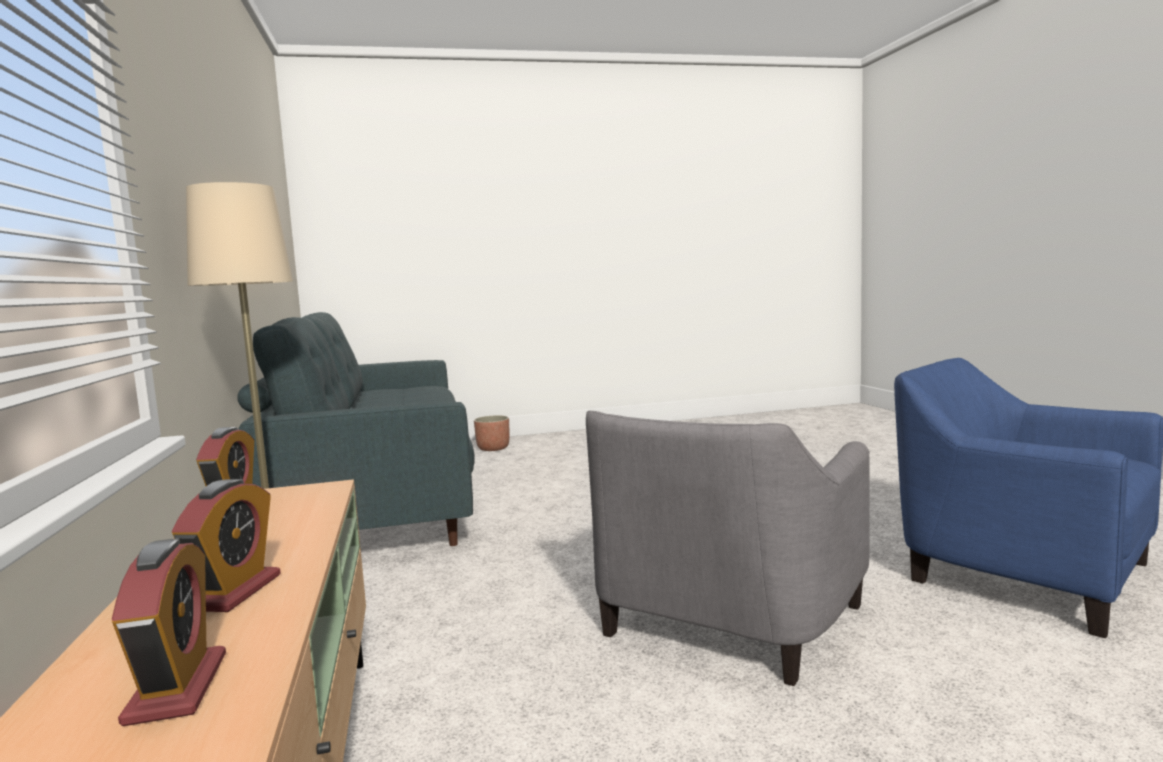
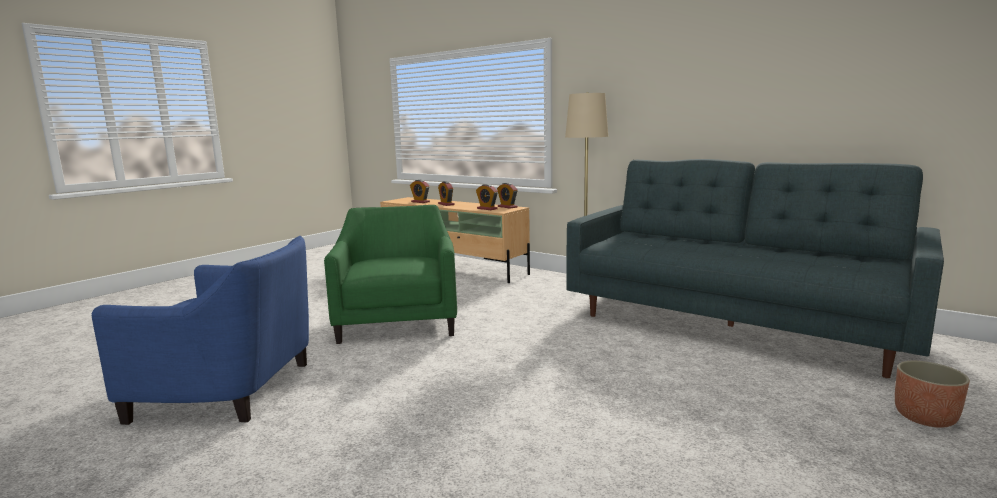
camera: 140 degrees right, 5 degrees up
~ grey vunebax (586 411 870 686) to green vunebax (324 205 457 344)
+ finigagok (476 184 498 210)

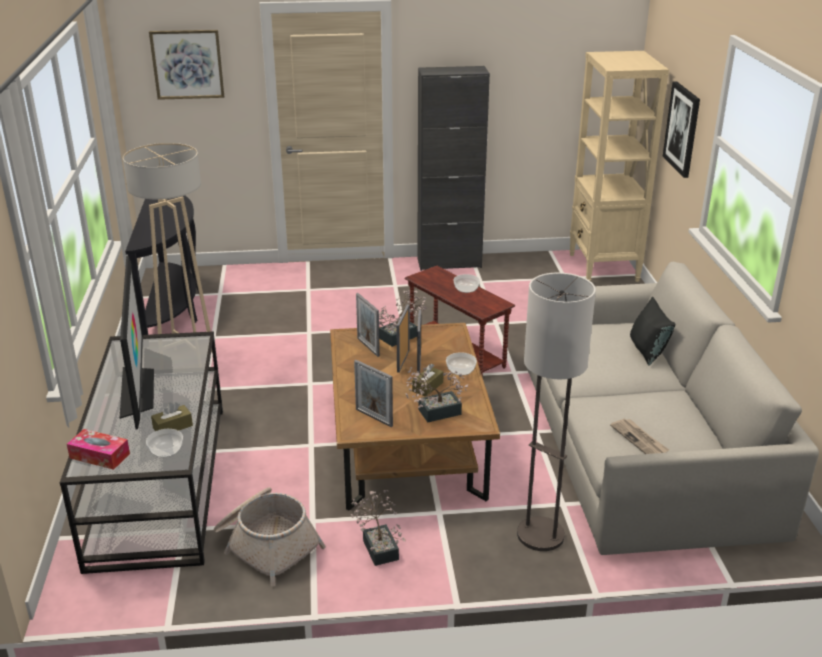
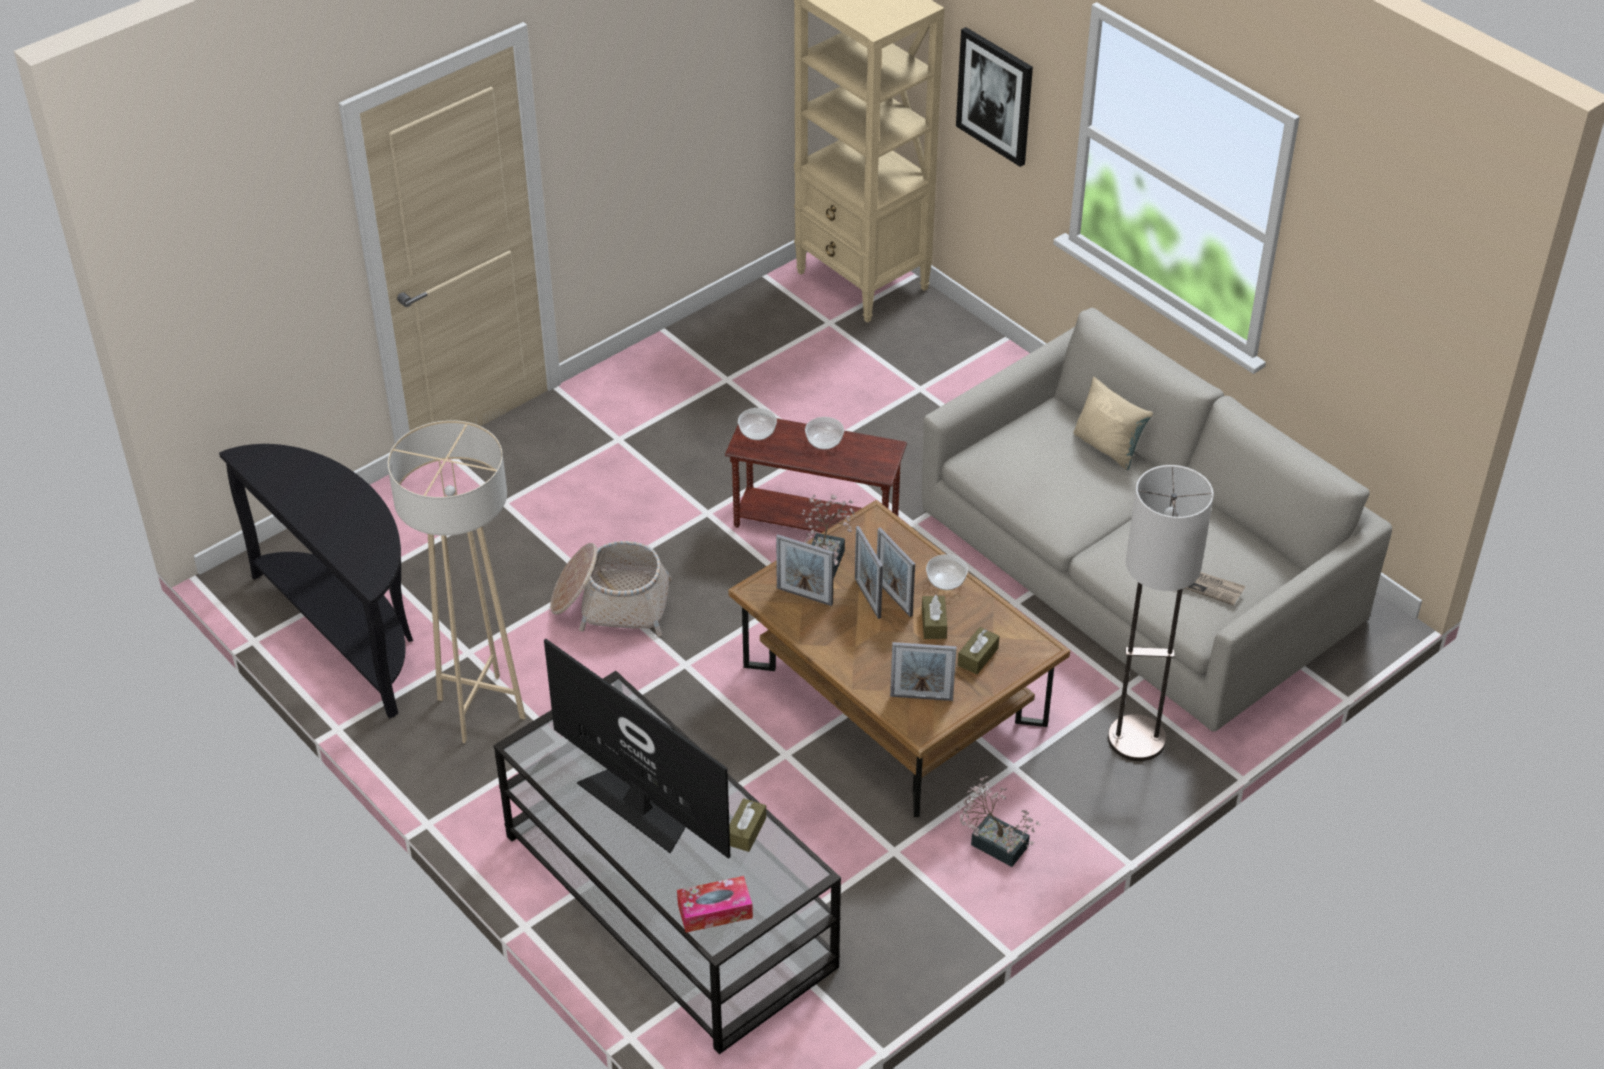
camera: 35 degrees left, 15 degrees up
~ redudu (146 429 183 457) to (738 408 777 440)
- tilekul (149 30 224 100)
~ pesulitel (214 487 326 586) to (550 541 672 636)
~ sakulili (406 367 468 422) to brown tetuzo (958 627 999 674)
- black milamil (417 66 490 271)
~ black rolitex (630 296 675 366) to beige rolitex (1073 377 1153 470)

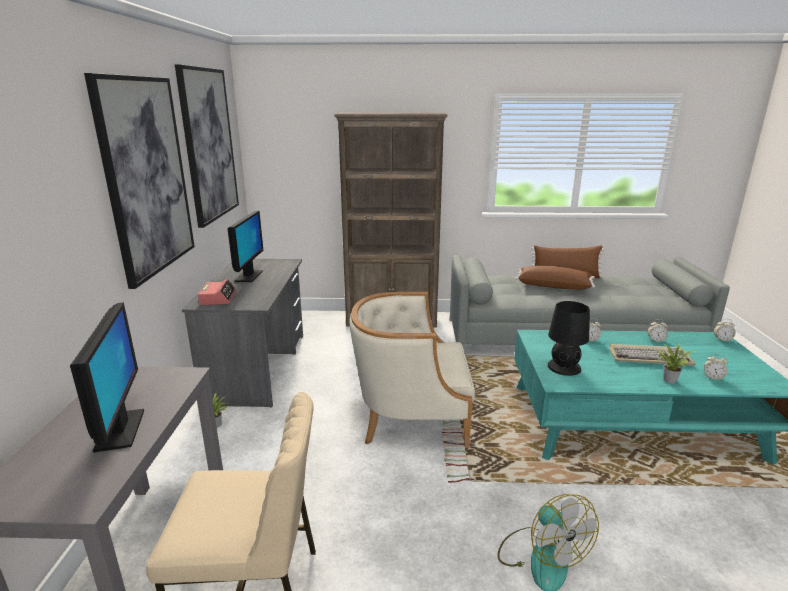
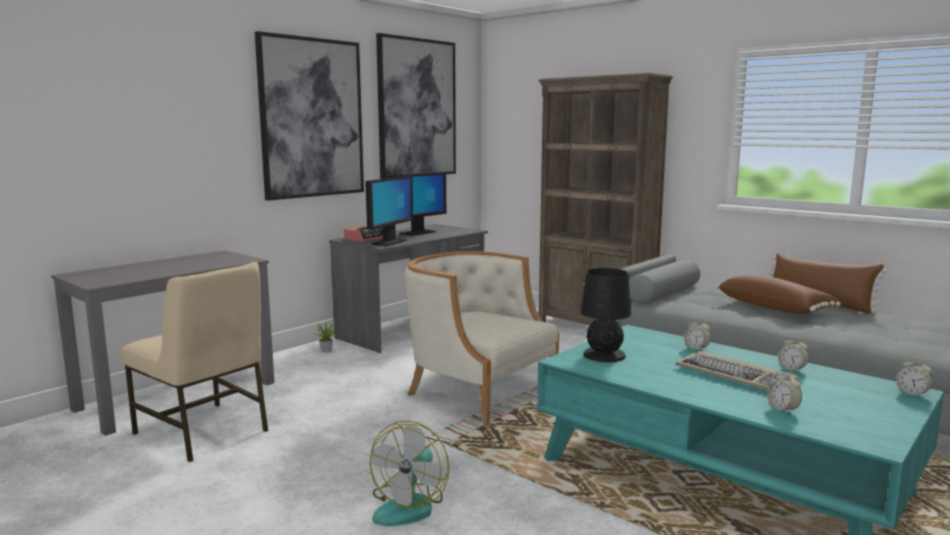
camera: 40 degrees right, 10 degrees down
~ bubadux (70 302 144 453) to (365 176 413 246)
- sakulili (657 343 696 383)

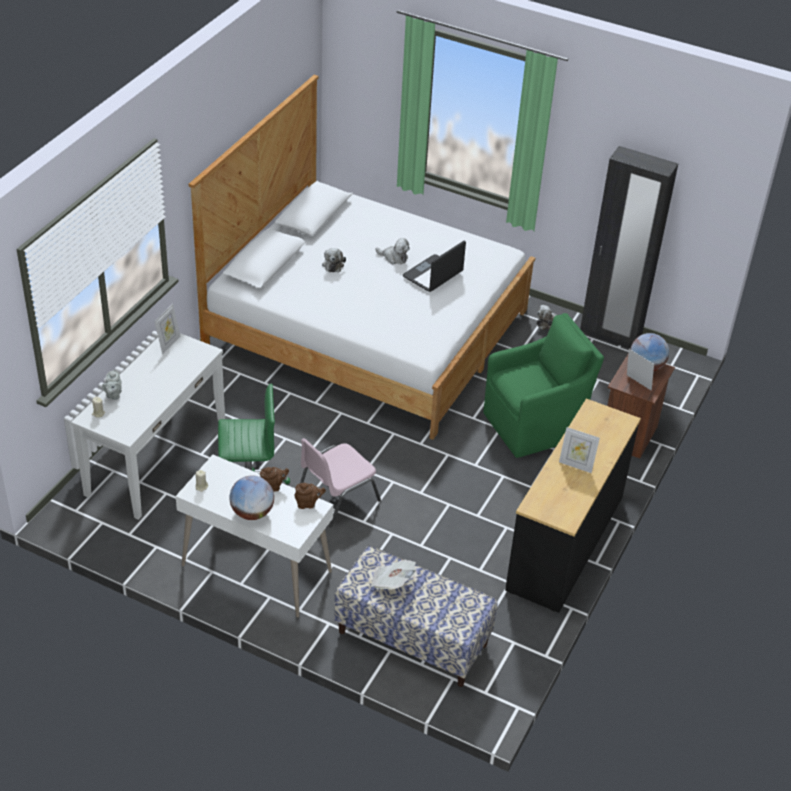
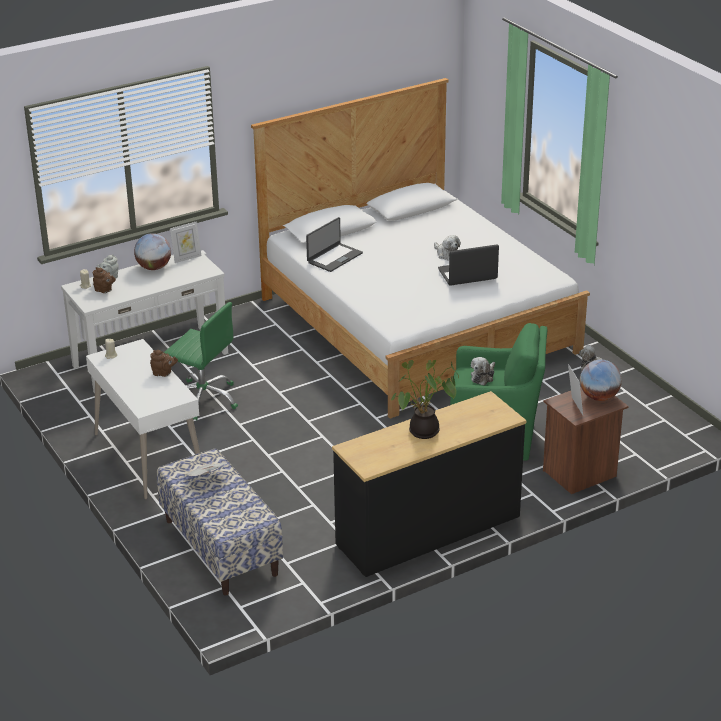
camera: 35 degrees right, 10 degrees down
~ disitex (229 475 274 520) to (134 233 171 270)
~ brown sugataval (294 483 326 509) to (93 267 116 293)
- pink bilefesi (300 438 381 528)
~ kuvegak (322 248 346 272) to (471 357 495 386)
~ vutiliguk (559 427 600 473) to sakulili (391 360 459 439)
- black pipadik (580 146 678 349)
+ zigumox (306 217 363 272)

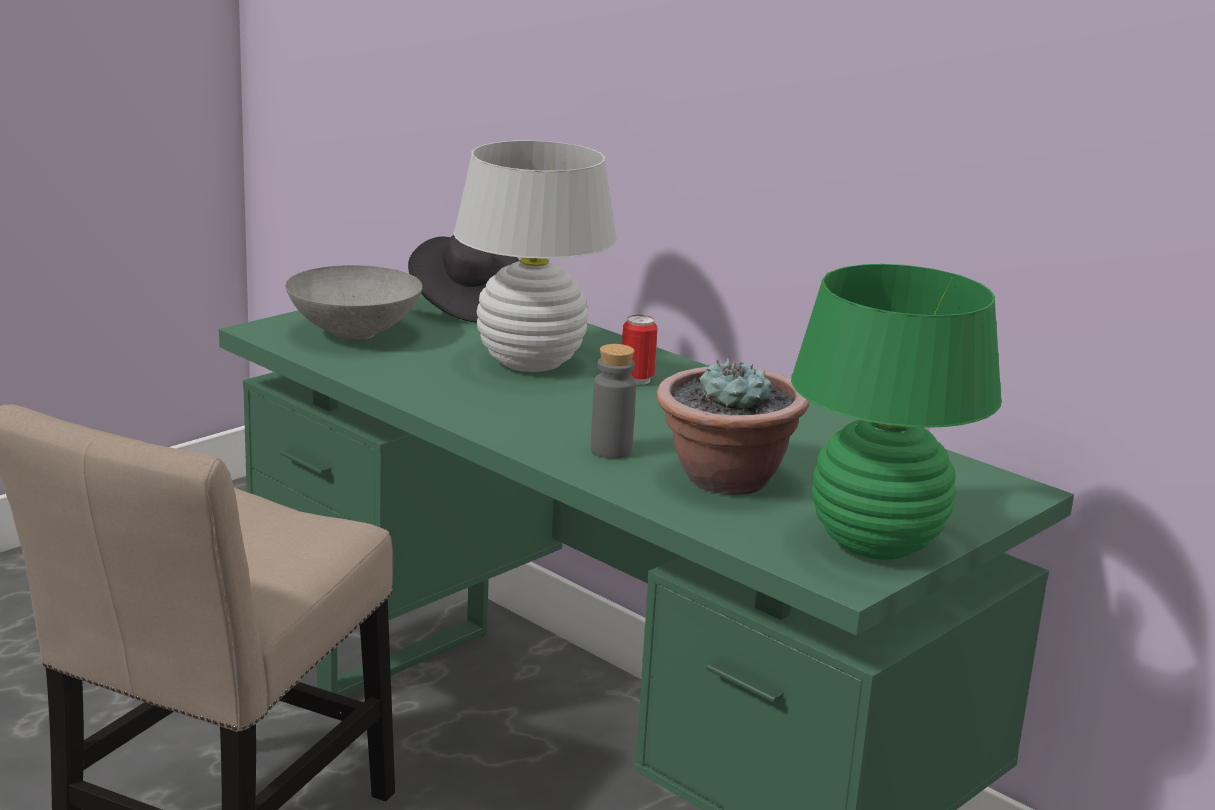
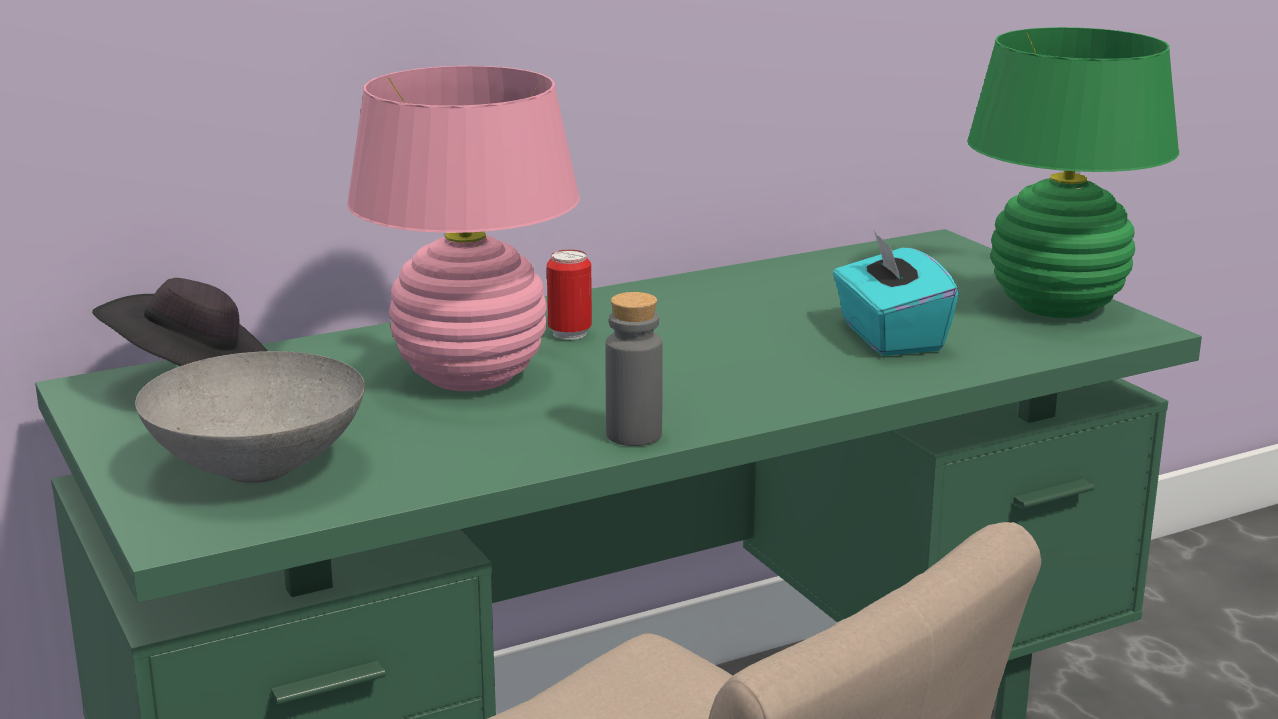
camera: 70 degrees left, 0 degrees up
~ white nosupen (453 141 617 372) to pink nosupen (347 66 580 391)
~ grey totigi (591 344 636 459) to (605 292 663 446)
~ sakulili (656 358 809 495) to turquoise tetuzo (833 231 959 356)

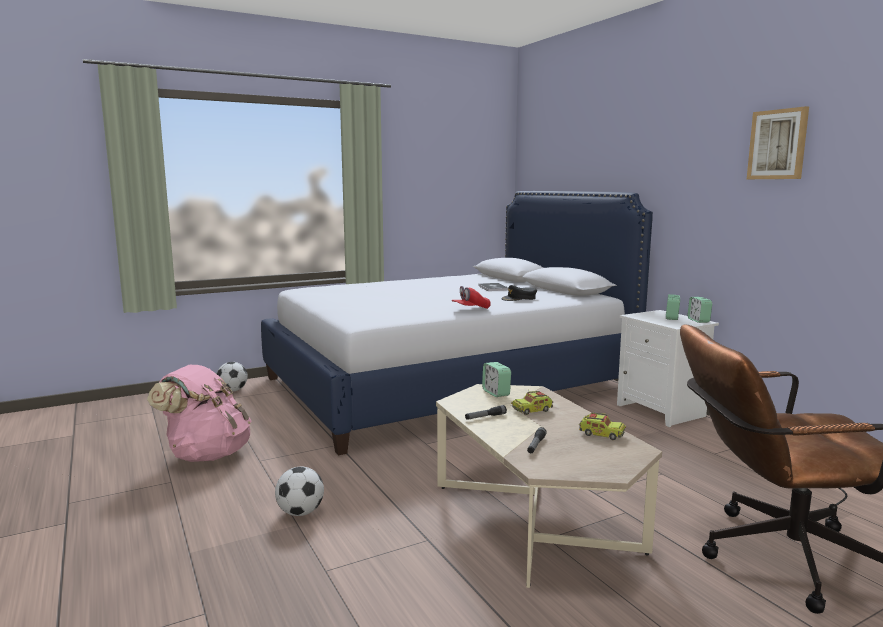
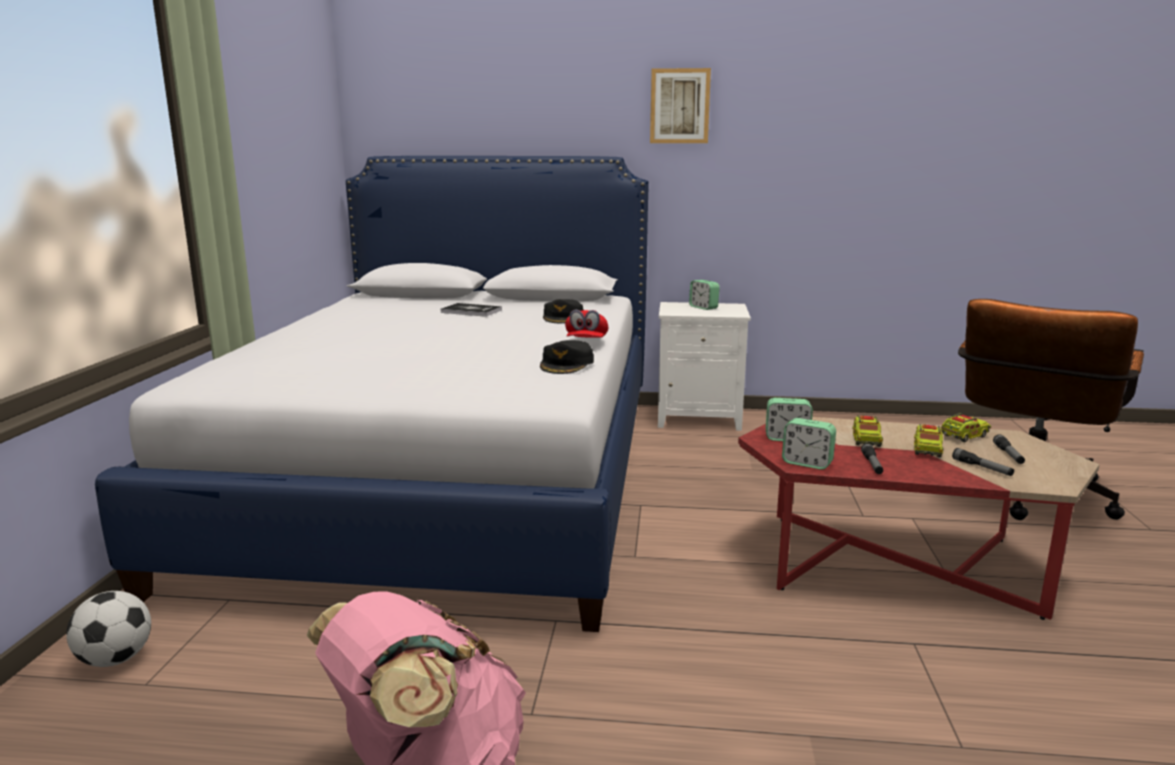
camera: 55 degrees left, 5 degrees up
- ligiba (275 467 324 516)
~ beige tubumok (436 384 662 588) to red tubumok (738 417 1099 620)
~ finigagok (688 297 712 323) to (782 418 836 470)
~ tilekul (747 106 809 179) to (650 68 711 143)
+ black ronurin (540 340 594 374)
+ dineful (914 424 944 457)
+ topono (993 434 1025 464)

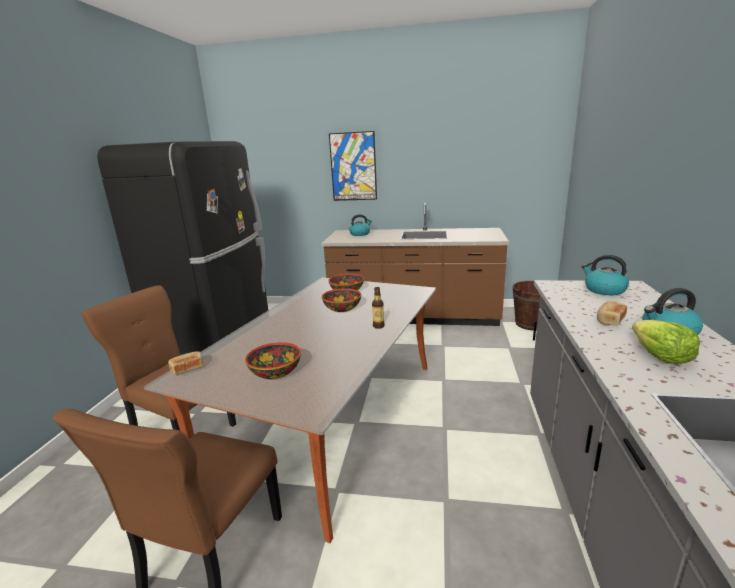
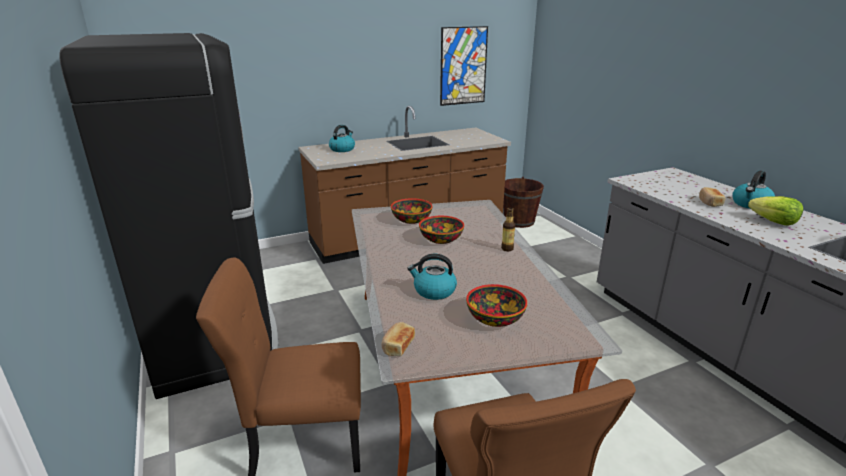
camera: 35 degrees left, 5 degrees up
~ tilekul (329 131 377 201) to (440 26 488 106)
~ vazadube (581 255 629 295) to (407 254 457 300)

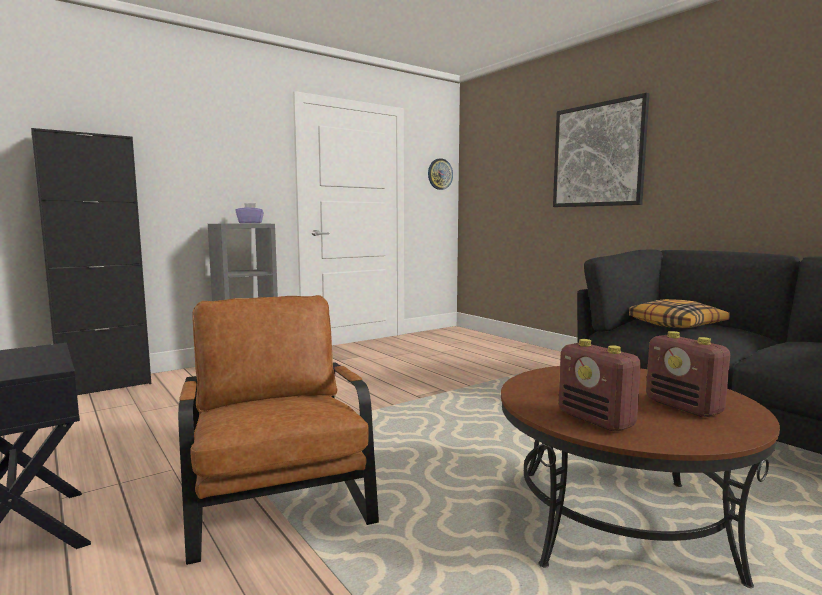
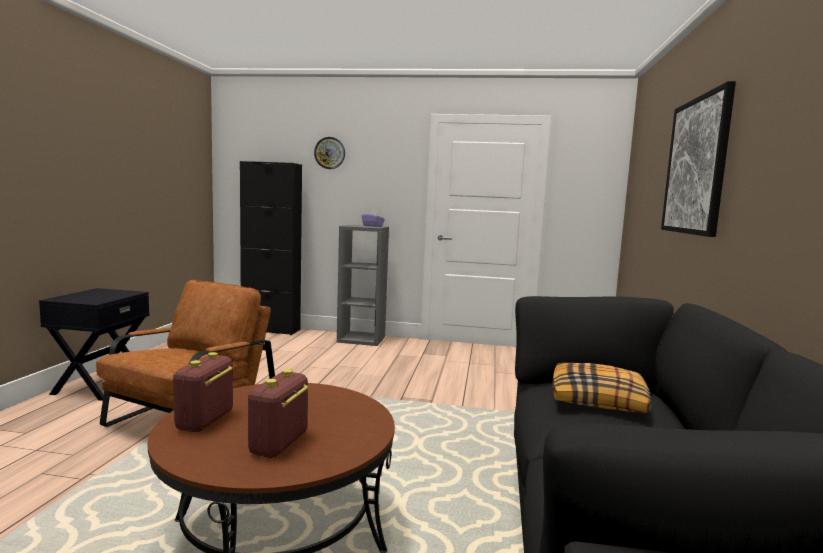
camera: 45 degrees right, 0 degrees up
~ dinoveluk (428 158 453 190) to (314 137 345 169)

